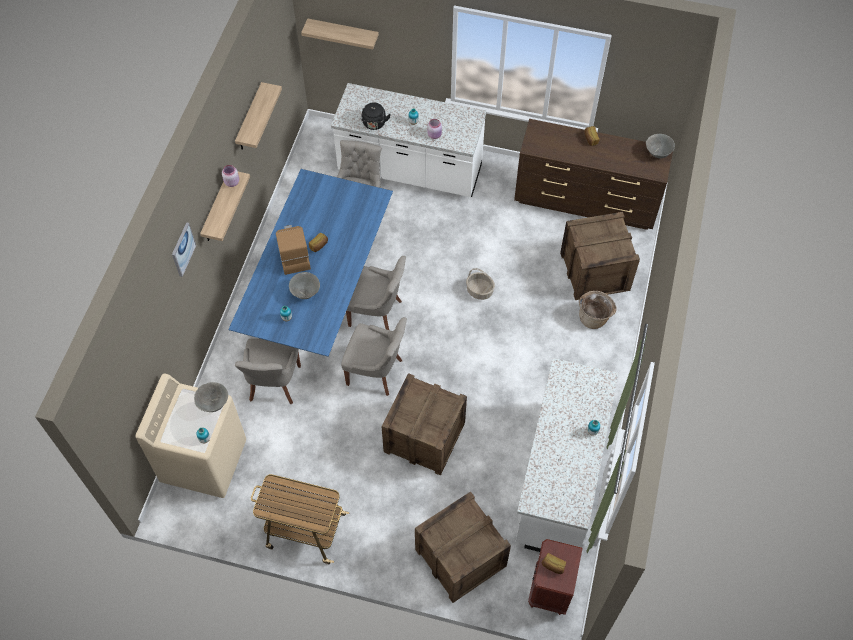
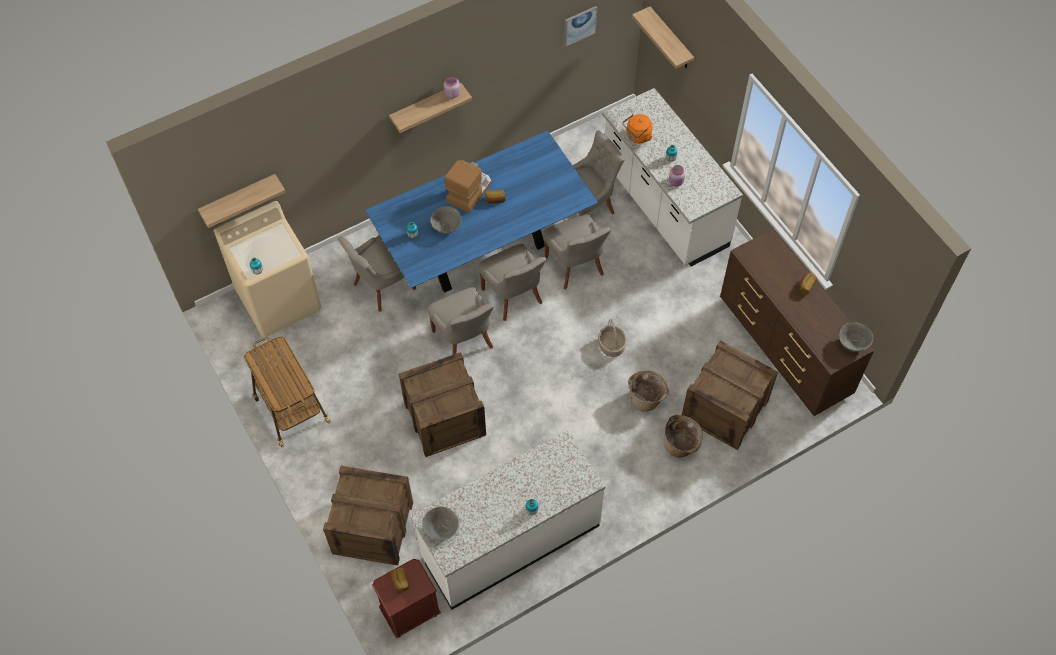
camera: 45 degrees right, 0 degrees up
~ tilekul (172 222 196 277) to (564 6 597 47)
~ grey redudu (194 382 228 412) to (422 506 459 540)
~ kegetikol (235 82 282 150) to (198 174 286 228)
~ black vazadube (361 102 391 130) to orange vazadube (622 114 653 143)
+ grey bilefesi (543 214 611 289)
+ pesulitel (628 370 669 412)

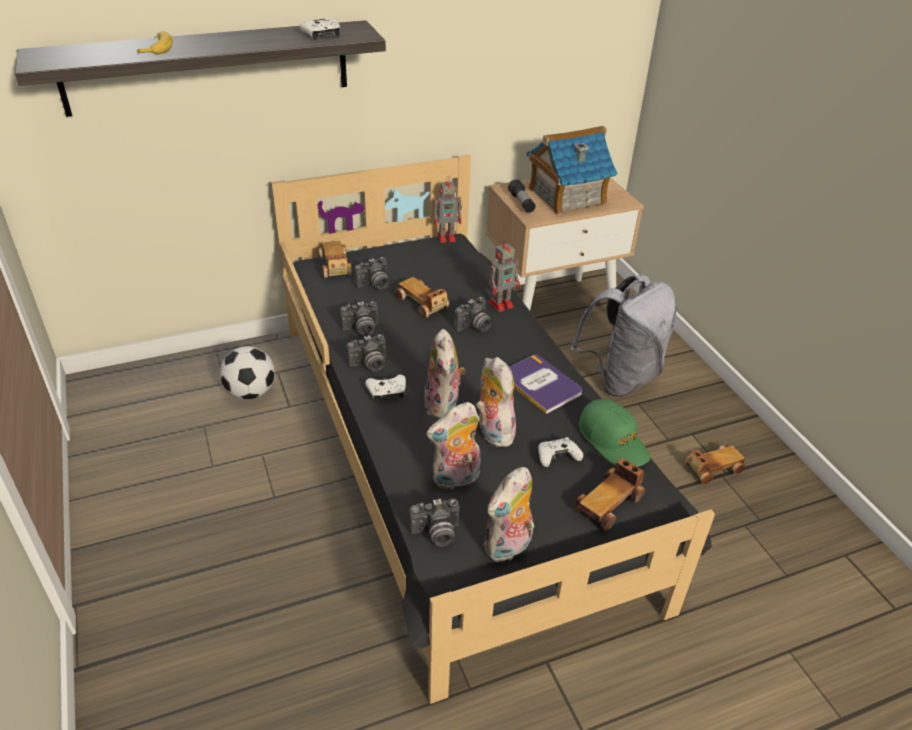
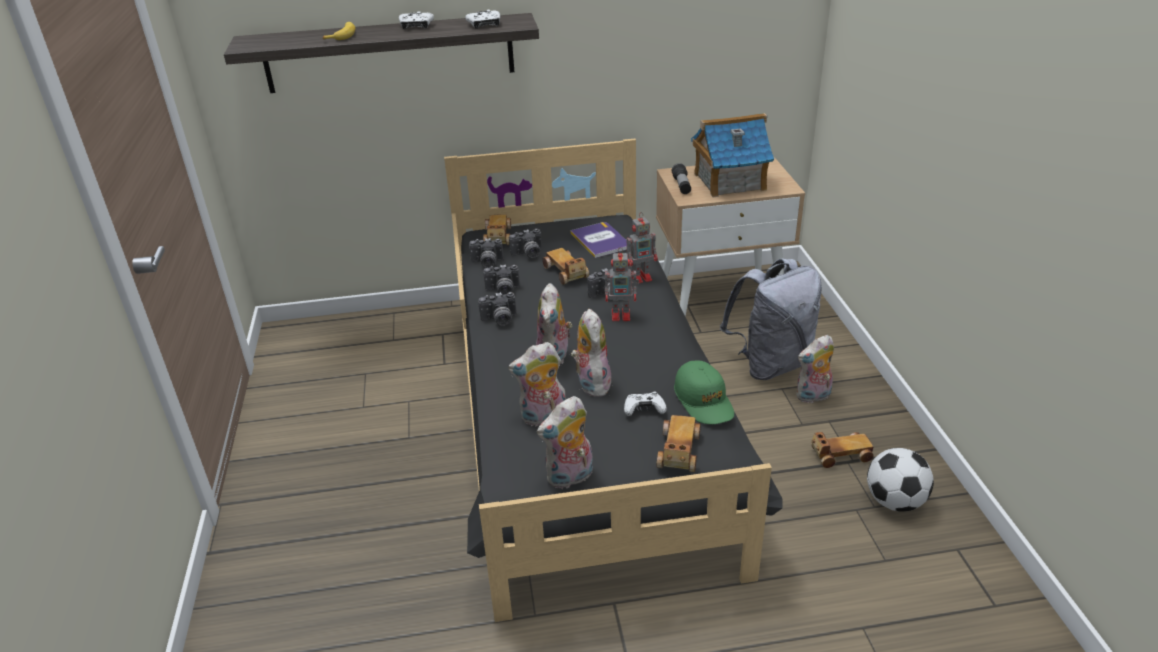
camera: 15 degrees right, 5 degrees down
~ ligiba (220 346 275 399) to (867 448 934 512)
~ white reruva (365 374 406 402) to (399 11 434 29)
~ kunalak (409 498 459 547) to (469 238 504 268)
~ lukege (434 176 462 243) to (605 247 639 321)
~ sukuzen (509 355 582 414) to (570 222 627 258)
~ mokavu (574 458 645 531) = (656 415 701 472) 135 degrees clockwise
+ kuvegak (796 335 834 403)

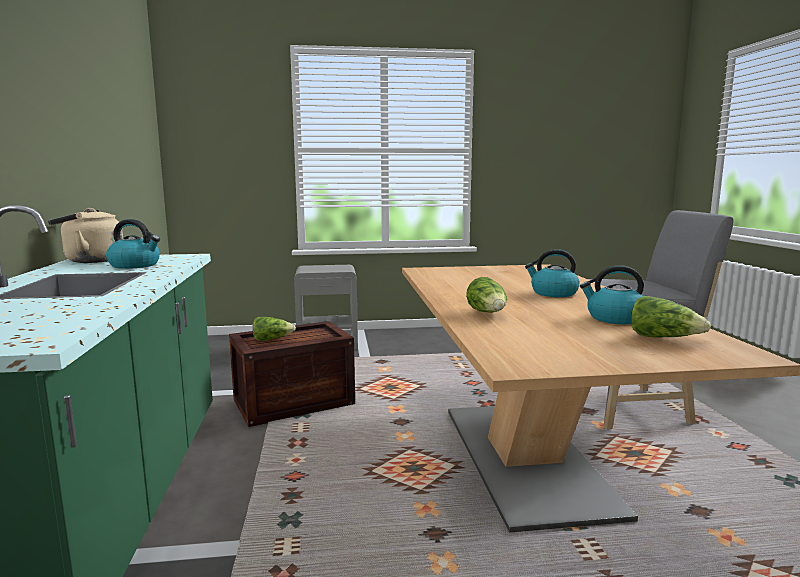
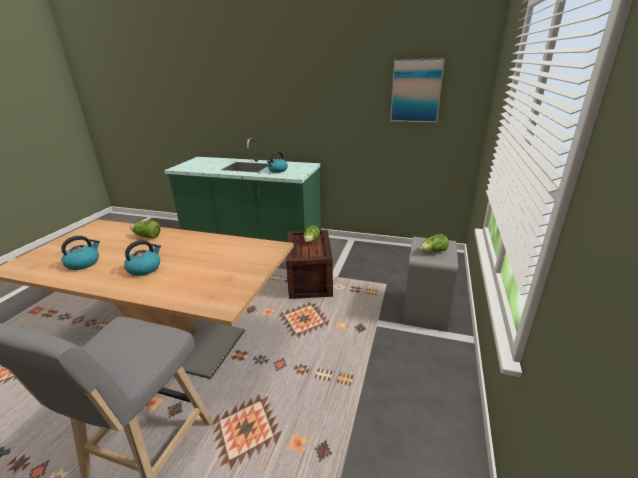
camera: 115 degrees right, 15 degrees up
- beige vazadube (48 208 123 263)
~ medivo (631 296 711 337) to (419 234 449 252)
+ tilekul (390 58 445 123)

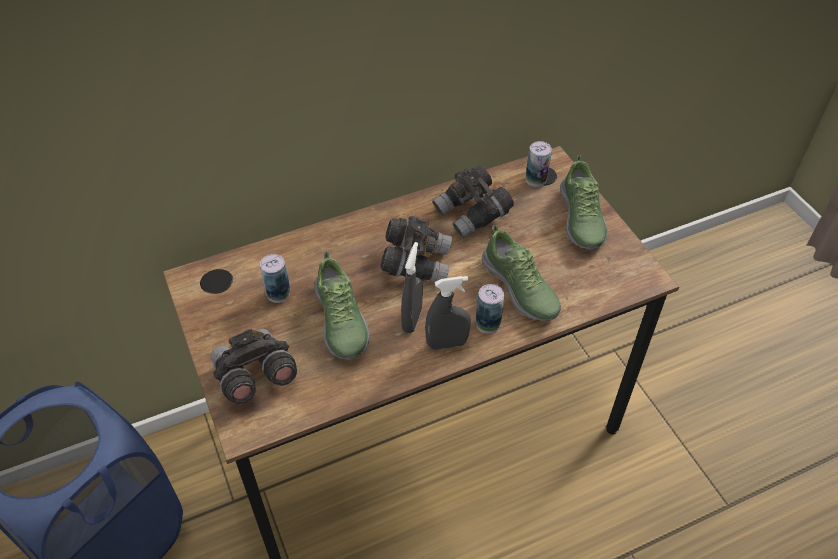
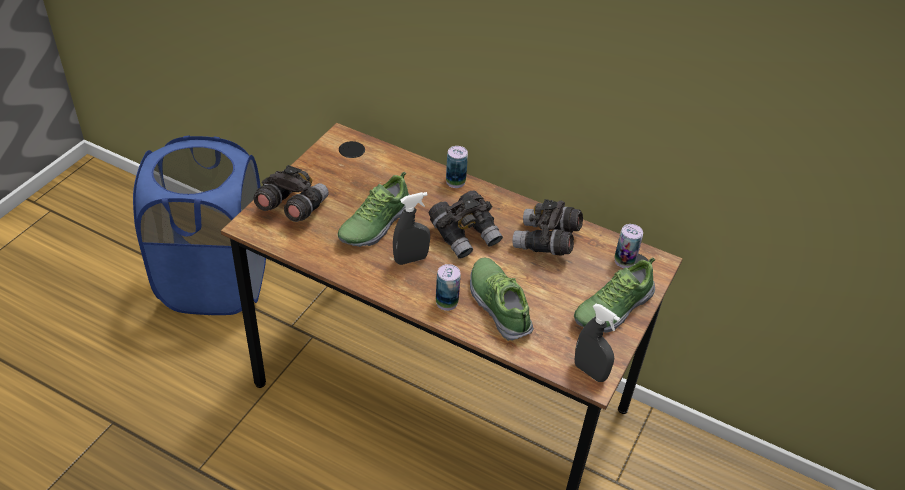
camera: 50 degrees right, 5 degrees down
~ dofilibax (260 254 290 303) to (446 146 468 188)
~ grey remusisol (425 276 471 350) to (575 304 621 382)
~ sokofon (482 225 561 321) = (470 258 534 341) 135 degrees clockwise

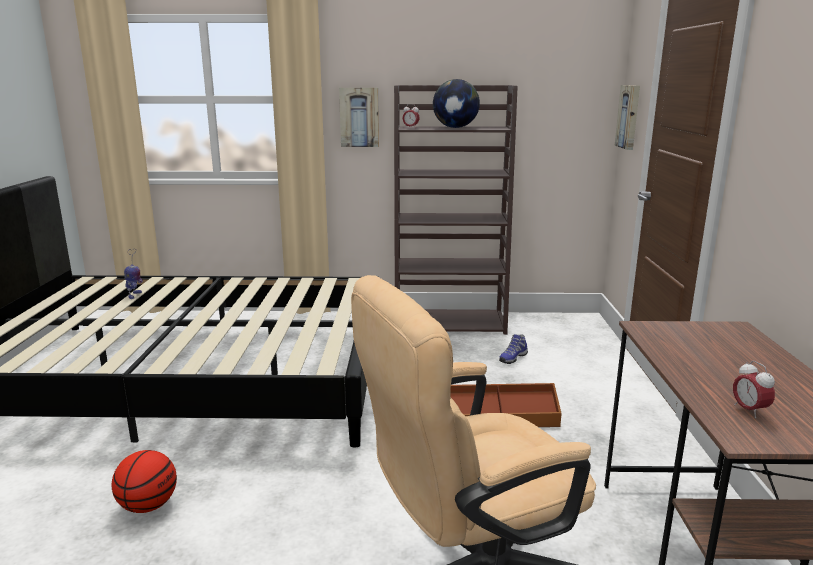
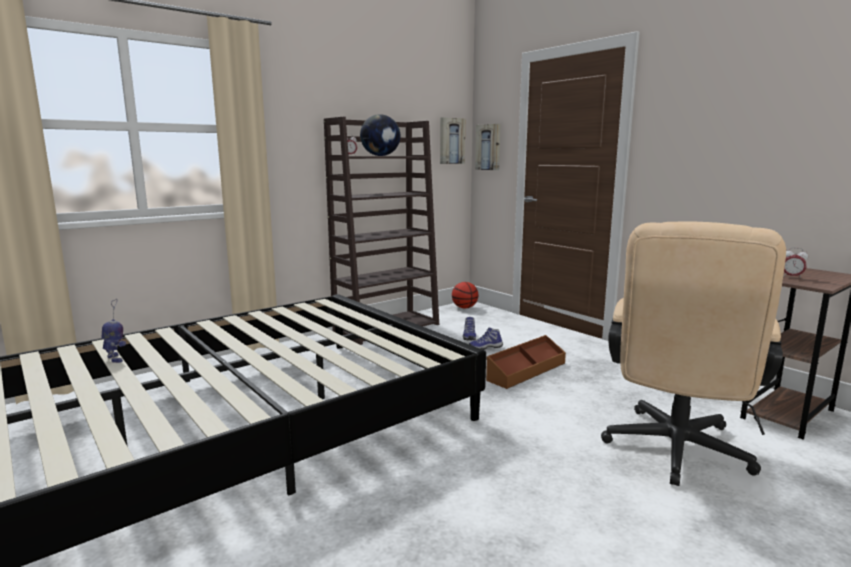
camera: 40 degrees left, 5 degrees down
~ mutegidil (112 450 177 513) to (452 282 478 309)
~ tilekul (339 88 379 147) to (440 117 465 164)
+ sokofon (469 327 503 350)

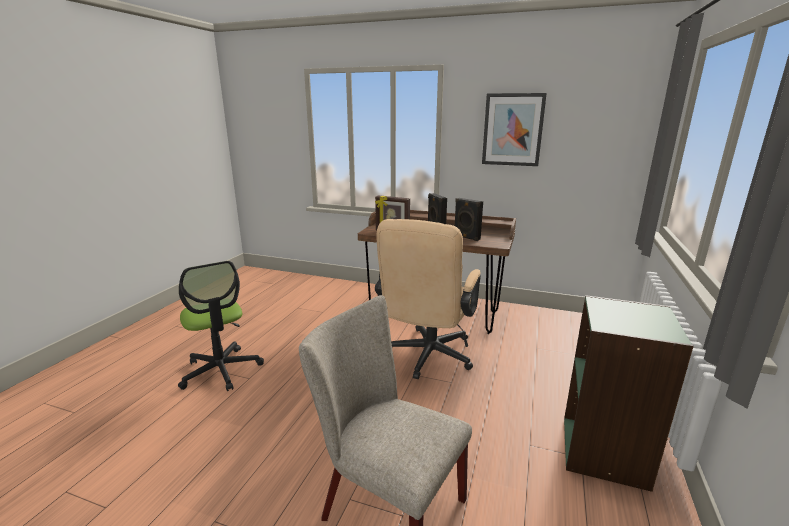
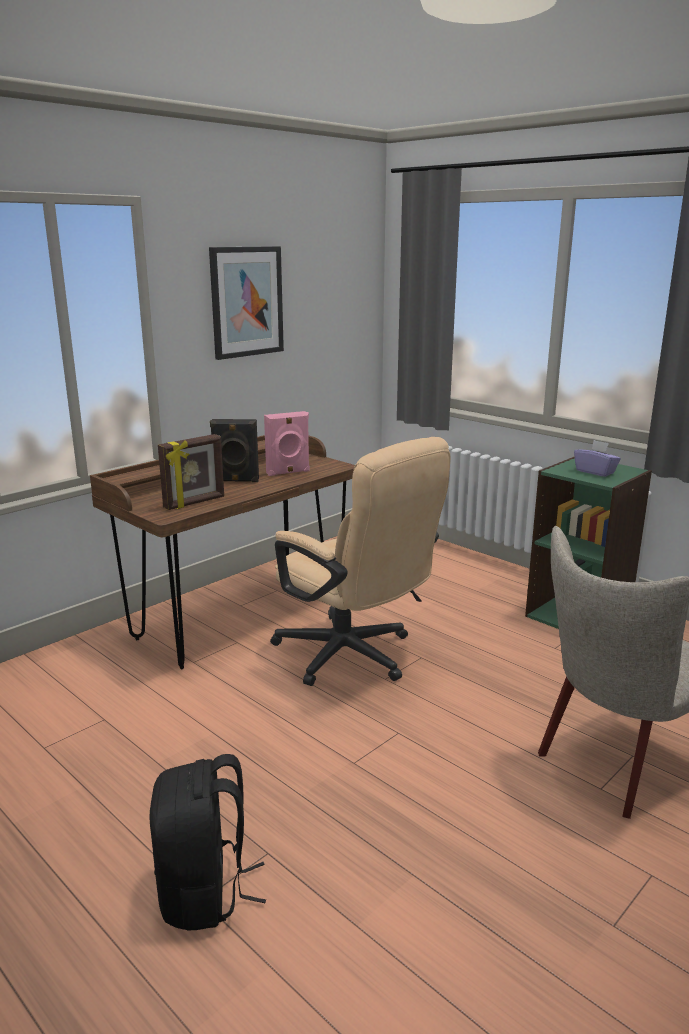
camera: 65 degrees left, 0 degrees up
~ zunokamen (178 261 264 391) to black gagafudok (150 754 266 930)
~ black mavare (455 198 483 241) to pink mavare (264 411 310 476)
+ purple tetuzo (574 440 621 477)

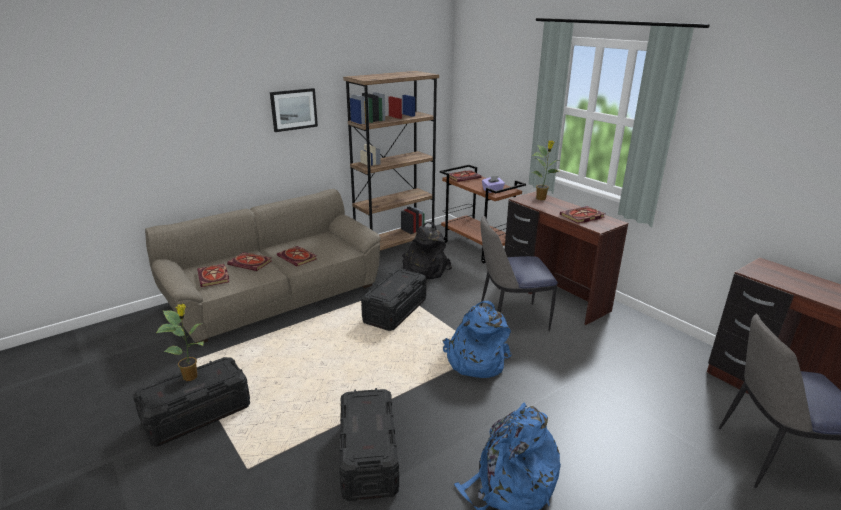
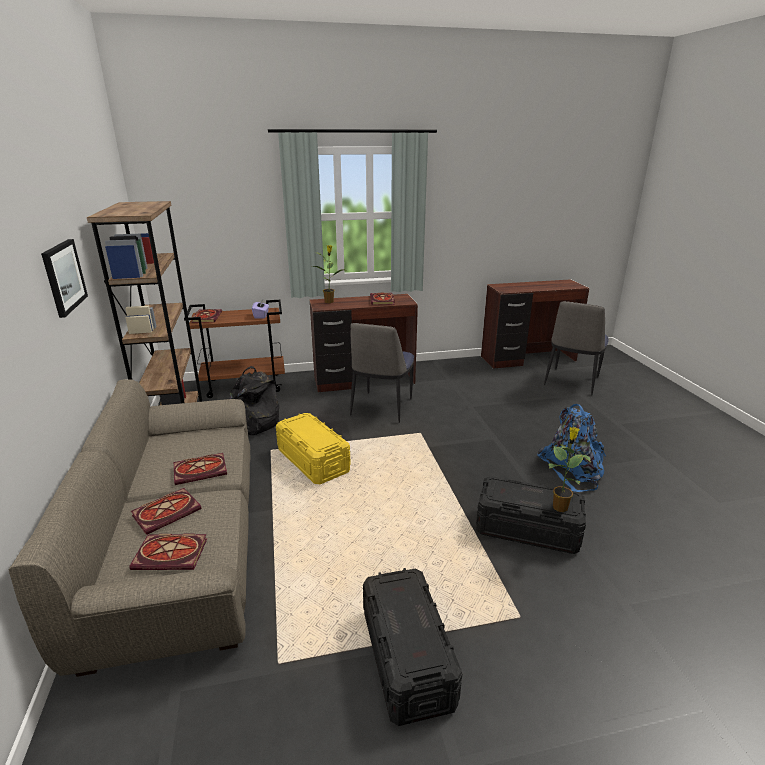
camera: 65 degrees left, 0 degrees up
~ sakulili (156 304 204 381) to (549 427 591 512)
~ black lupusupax (361 269 426 331) to yellow lupusupax (276 413 351 484)
- blue gagafudok (443 301 512 378)

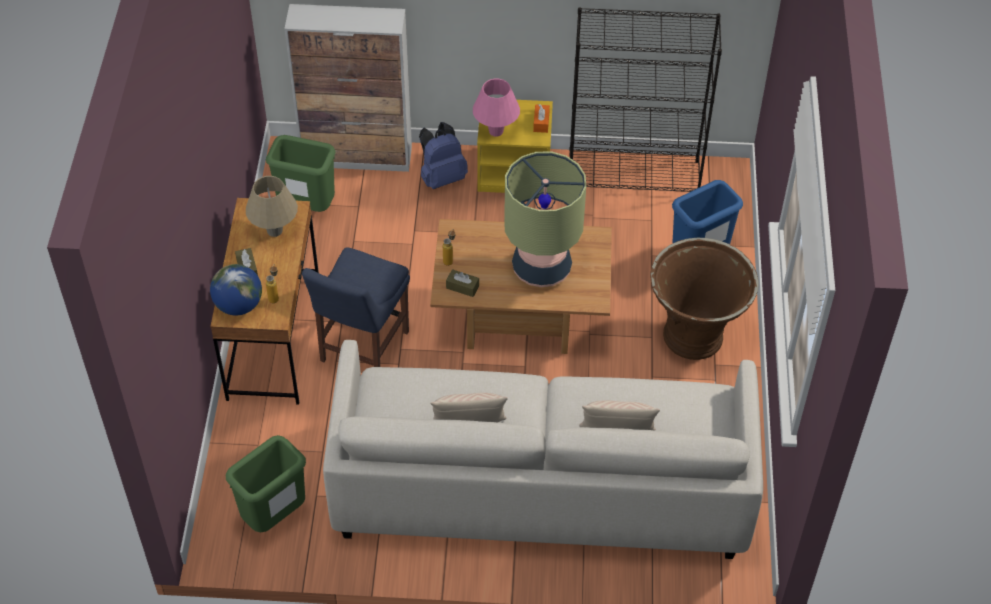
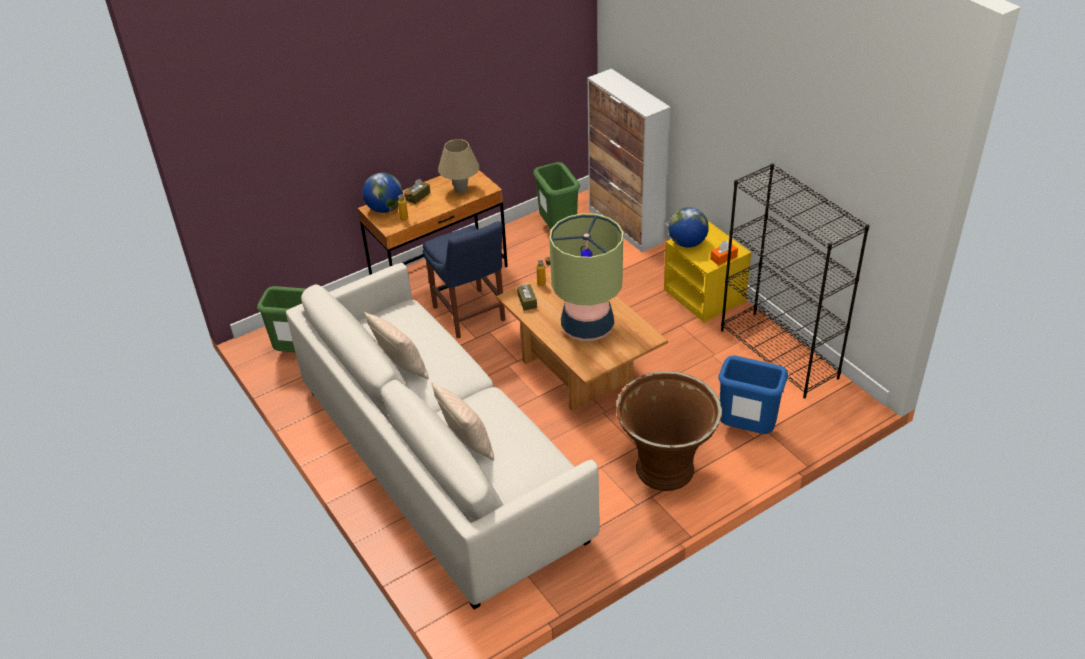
camera: 55 degrees right, 10 degrees down
~ blue bilefesi (302 247 410 367) = (422 221 506 339) 105 degrees counterclockwise
- blue gagafudok (419 122 468 189)
~ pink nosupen (473 79 520 137) to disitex (668 207 709 248)

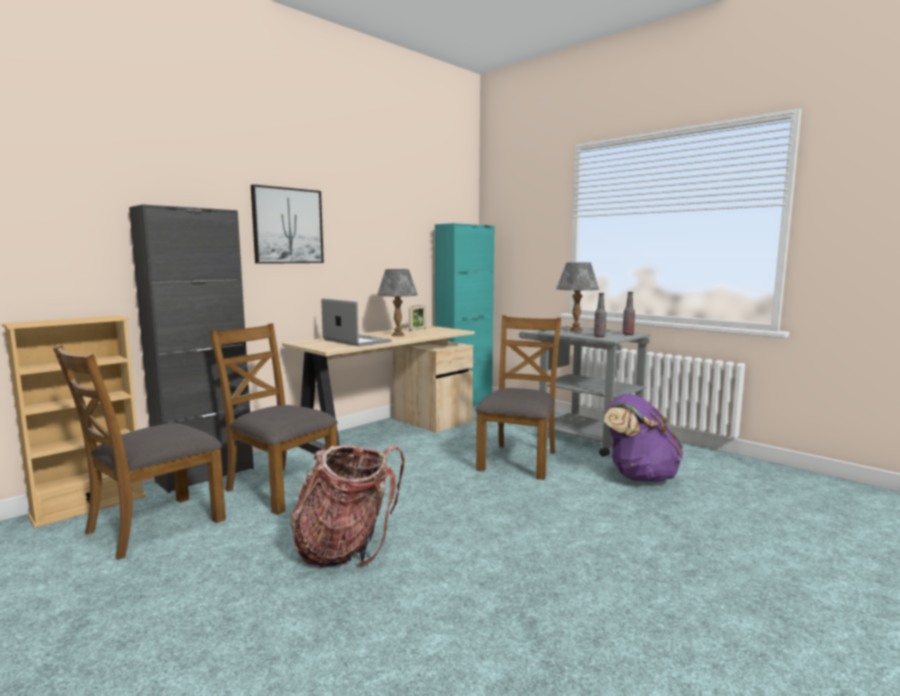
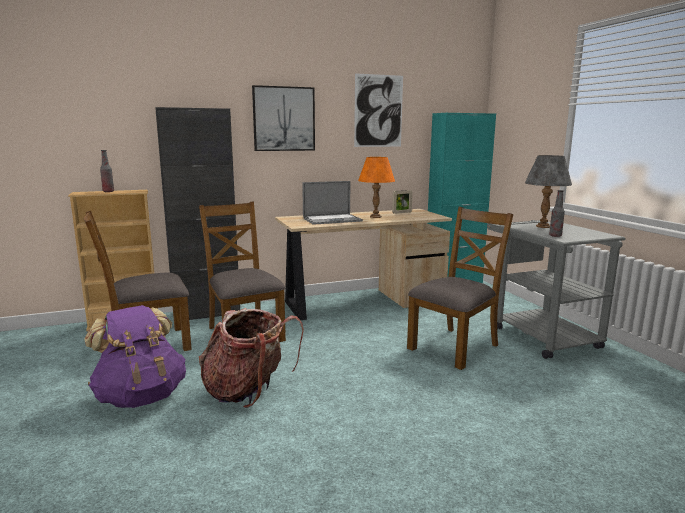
camera: 25 degrees right, 5 degrees up
~ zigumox (321 298 392 347) = (302 181 363 225) 90 degrees clockwise
~ grey nosupen (377 269 418 336) to orange nosupen (358 157 395 218)
~ purple gagafudok (604 394 684 482) to (84 305 186 408)
~ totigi (622 292 635 335) to (100 150 114 192)
+ tilekul (354 73 403 147)

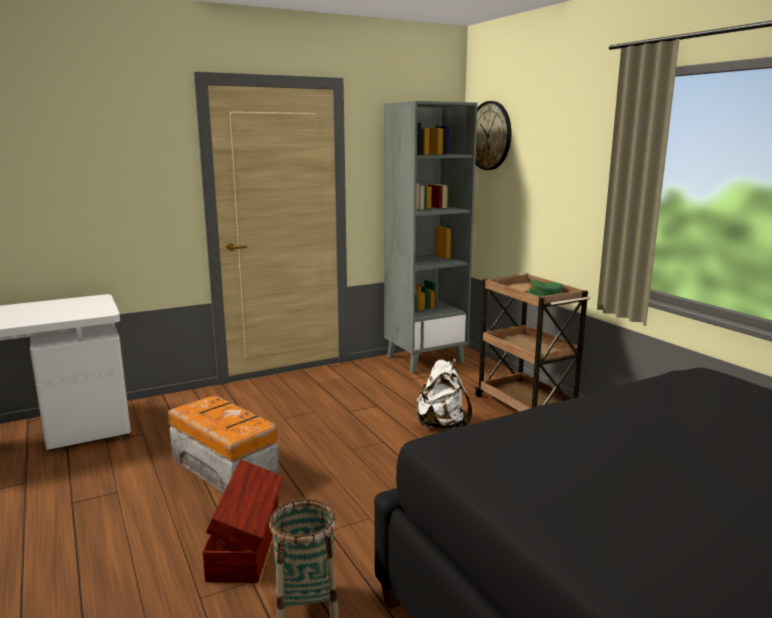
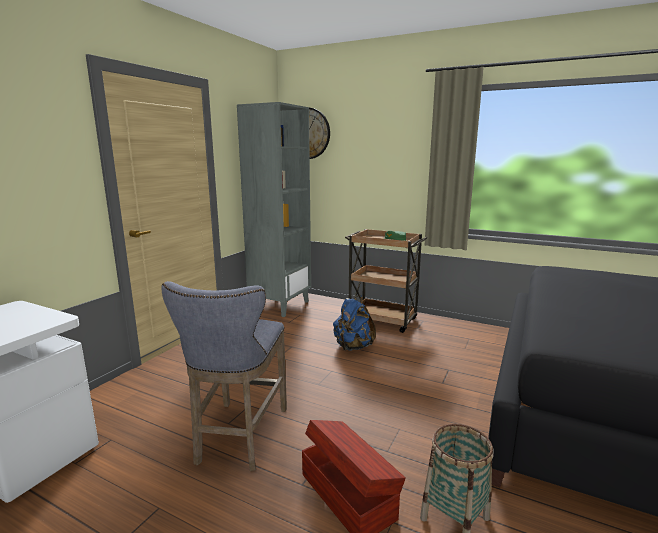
camera: 35 degrees left, 0 degrees up
~ lupusupax (168 396 279 493) to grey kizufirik (162 281 287 471)
~ white gagafudok (416 358 472 429) to blue gagafudok (333 295 376 351)

